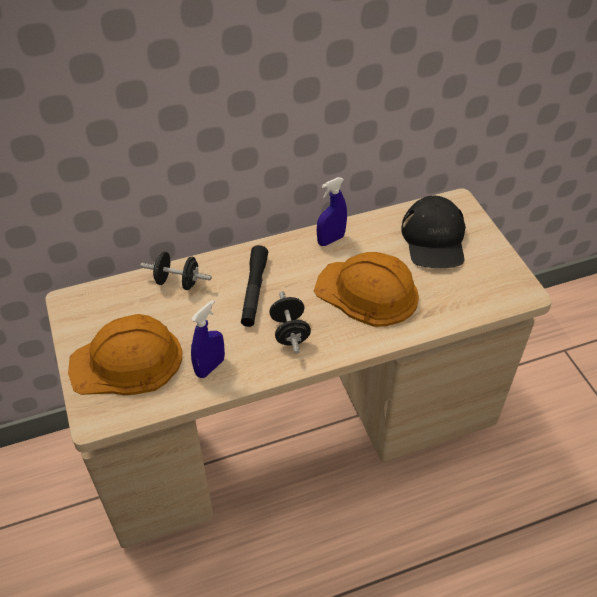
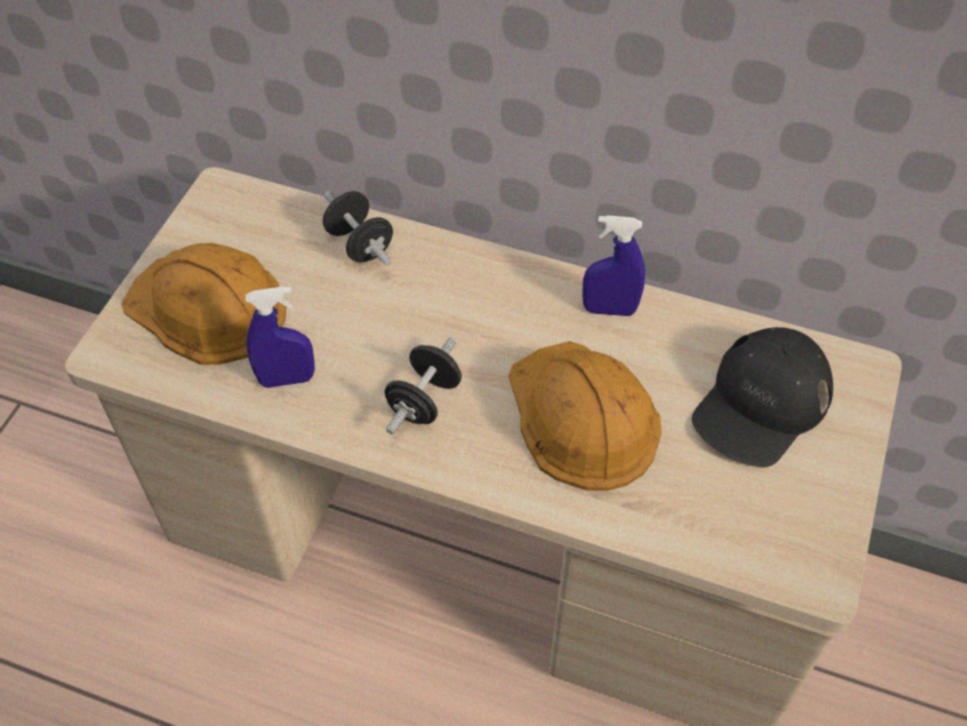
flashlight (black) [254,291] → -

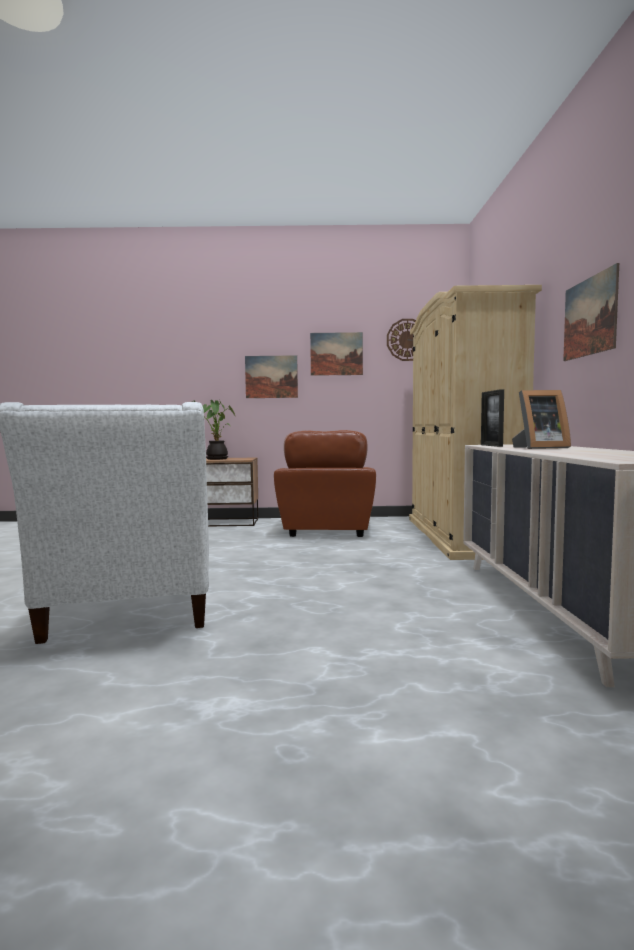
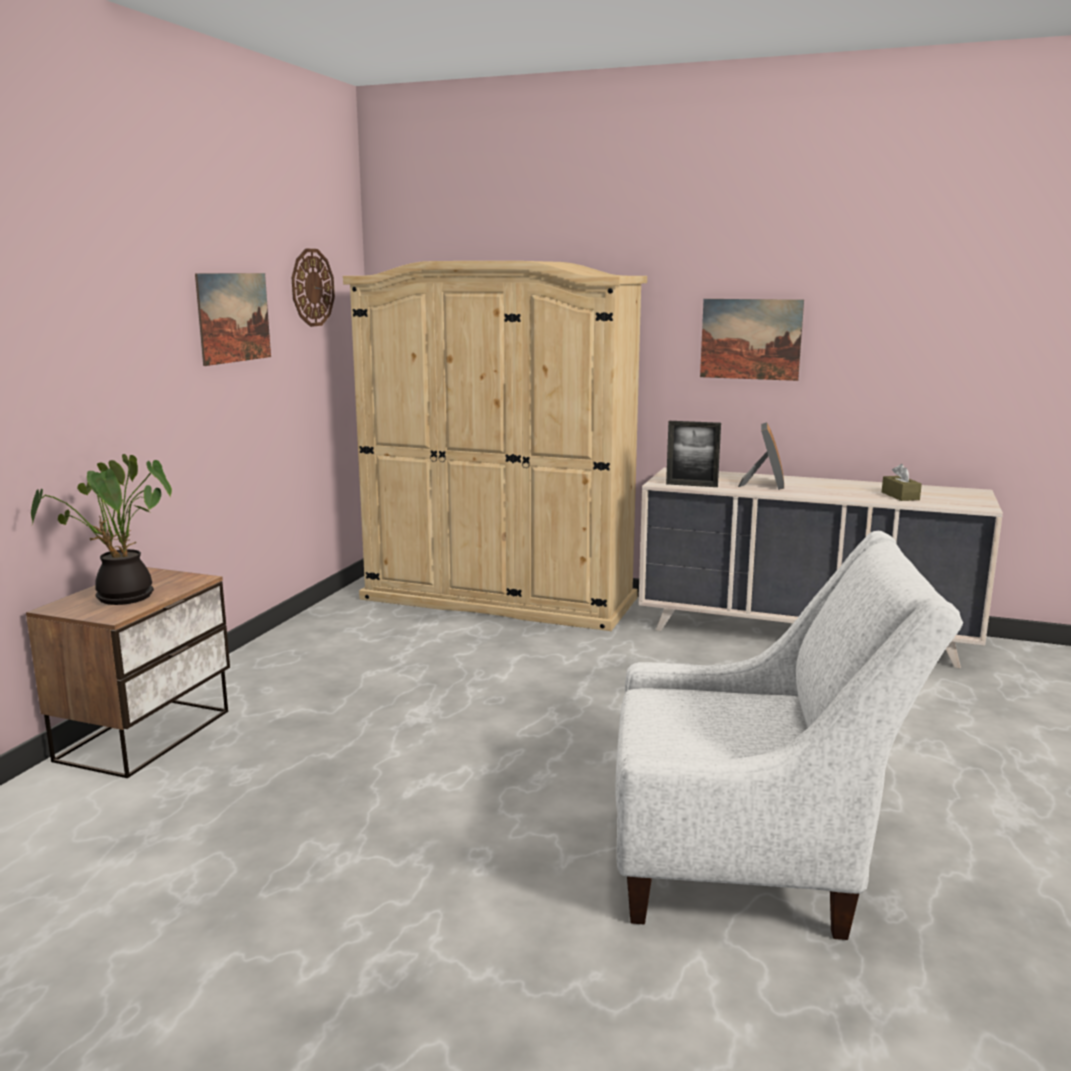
picture [271,377] → -
armchair (brown) [327,530] → -
- → tissue box (brown) [900,496]

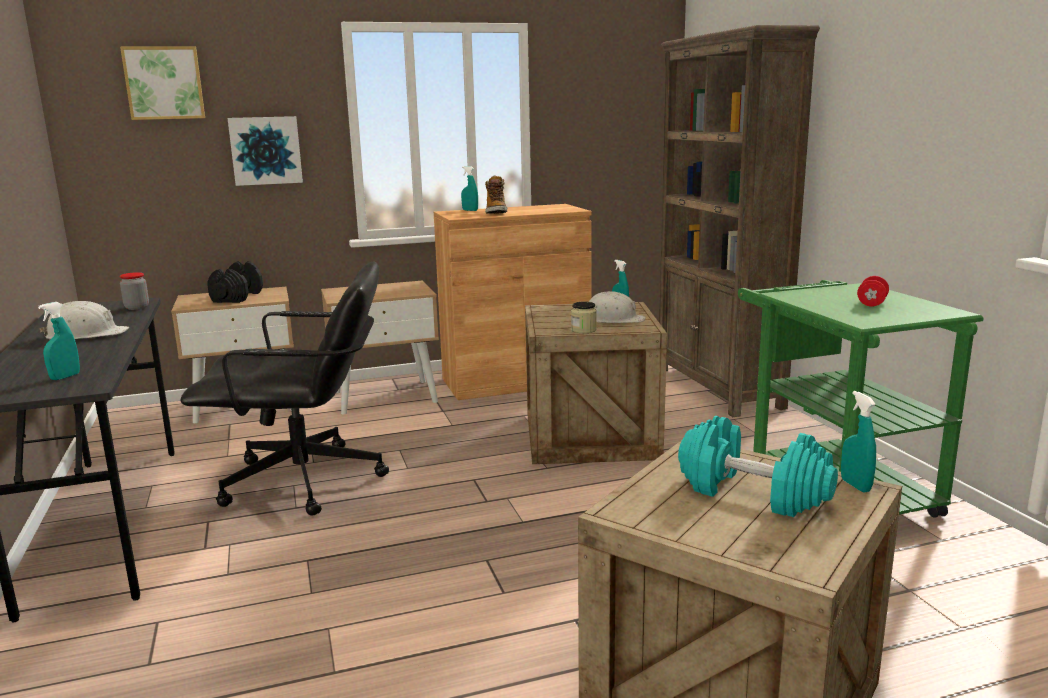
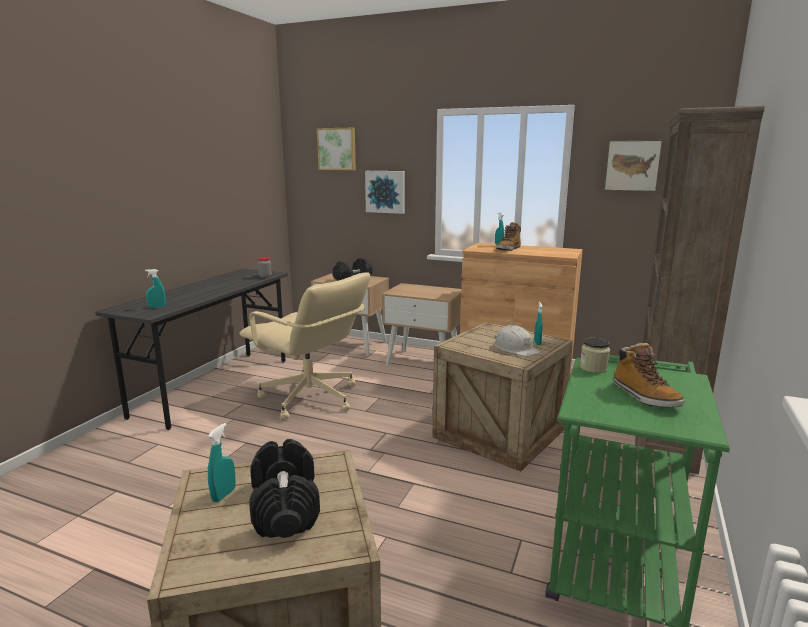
hard hat (white) [86,334] → -
office chair (black) [305,481] → office chair (beige) [310,398]
jar [583,330] → jar [593,368], move
dumbbell (turquoise) [753,492] → dumbbell (black) [285,507]
spray bottle (turquoise) [855,485] → spray bottle (turquoise) [223,495], move
dumbbell (red) [871,304] → boot [644,396]
- → picture [632,165]

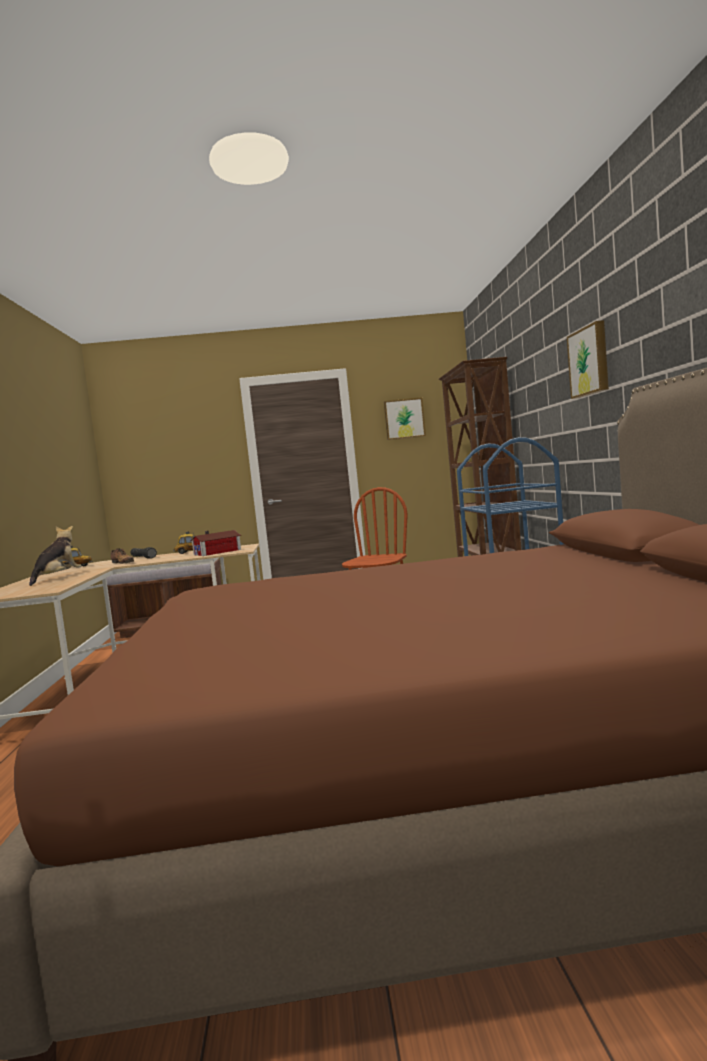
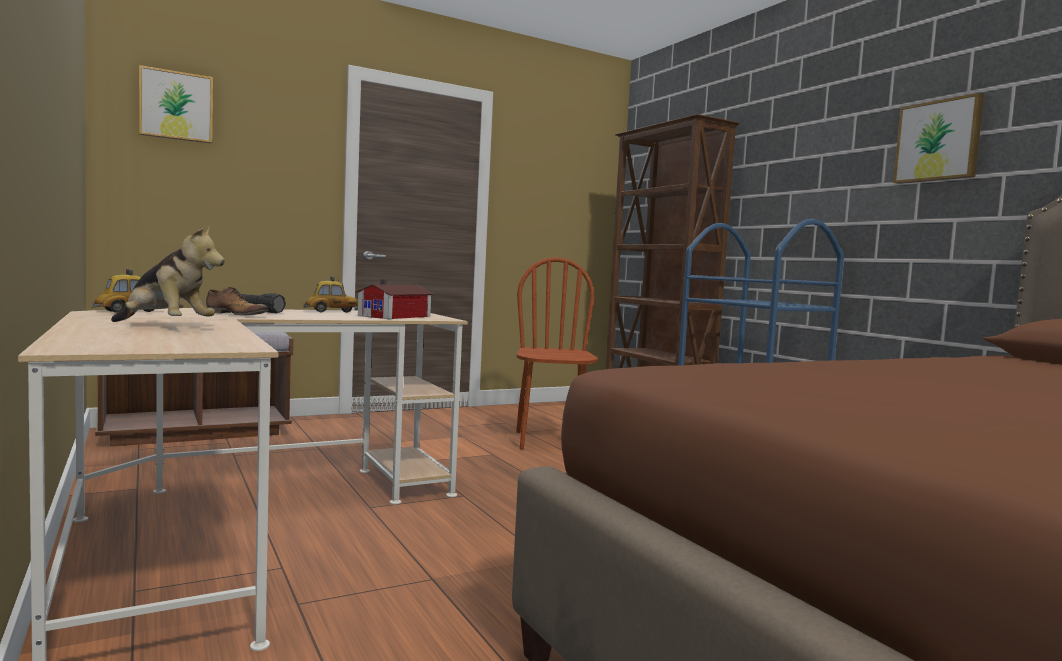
plush toy [57,578] → plush toy [165,327], 120 degrees clockwise
picture [404,419] → picture [176,106], move

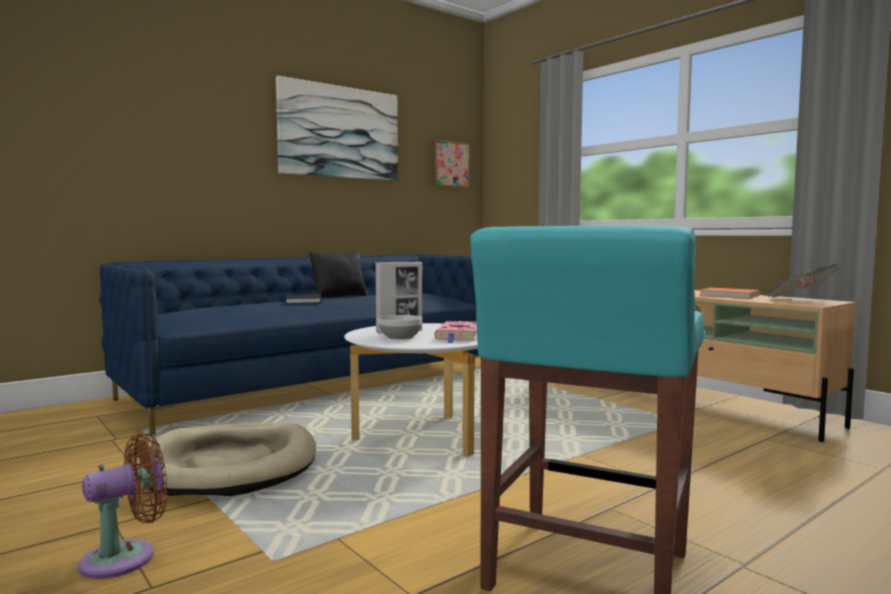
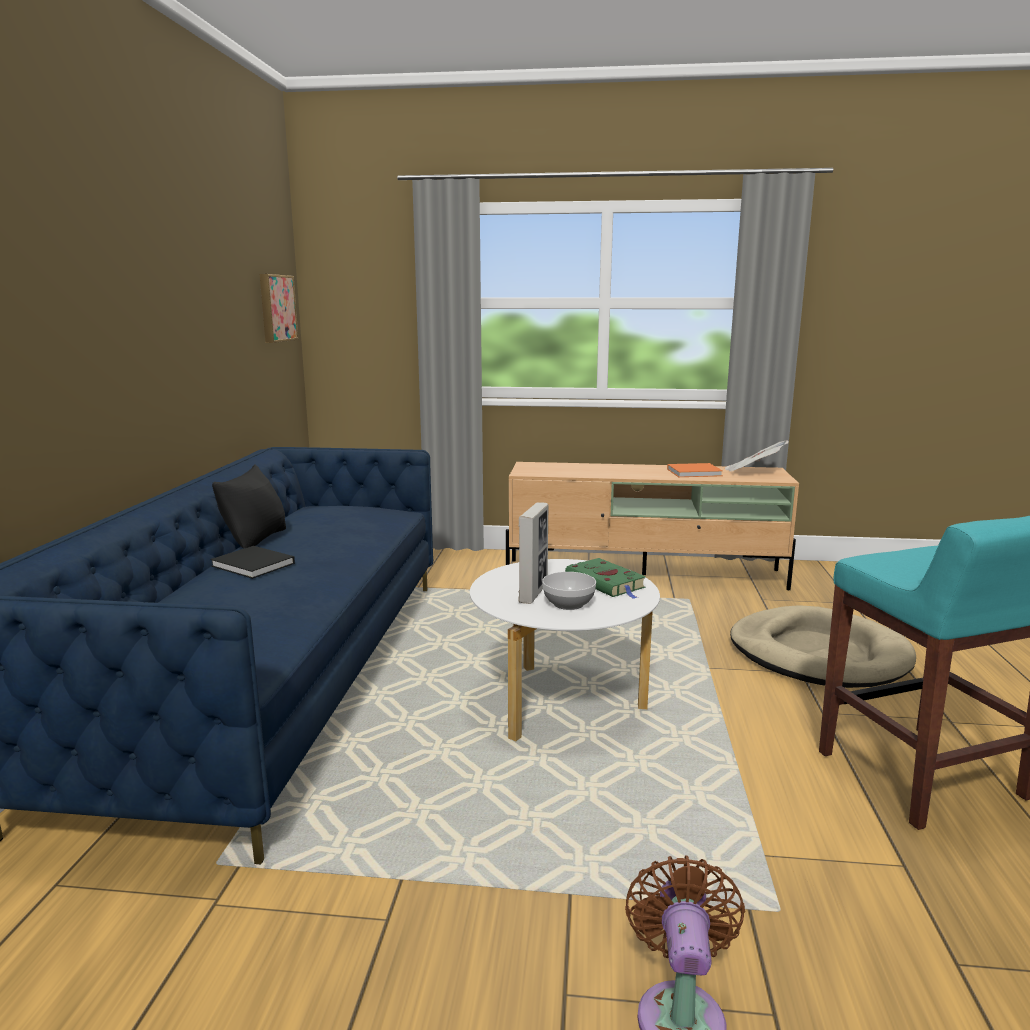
dog bed (beige) [230,465] → dog bed (beige) [818,654], move
picture [339,132] → -
book (pink) [459,336] → book (green) [606,583]

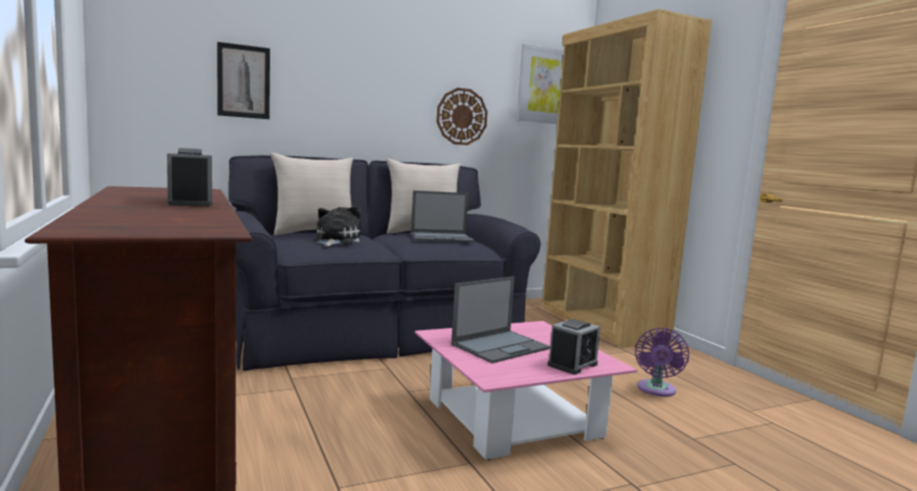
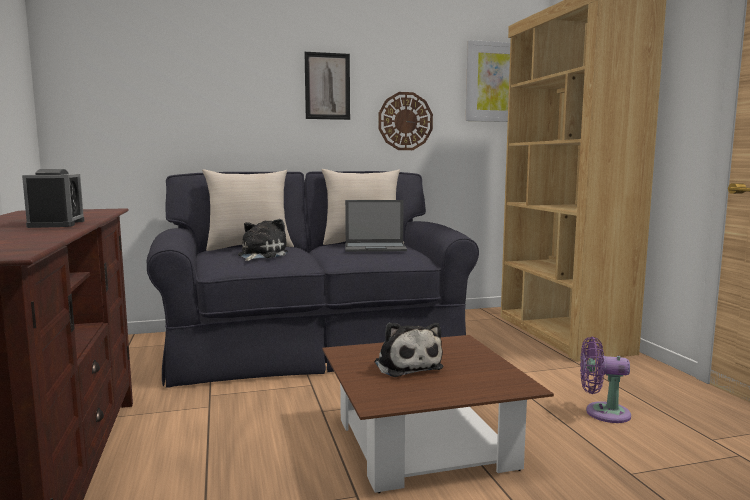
picture [243,81] → picture [327,86], move
coffee table (pink) [513,418] → coffee table (brown) [424,443]
laptop [501,346] → plush toy [406,365]
alarm clock [572,364] → -
fan (purple) [656,390] → fan (purple) [602,413], 75 degrees clockwise

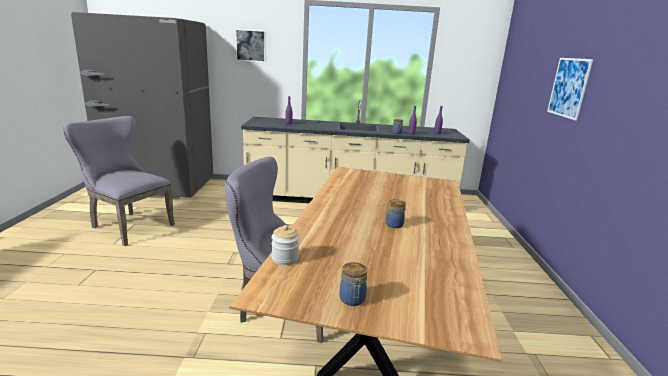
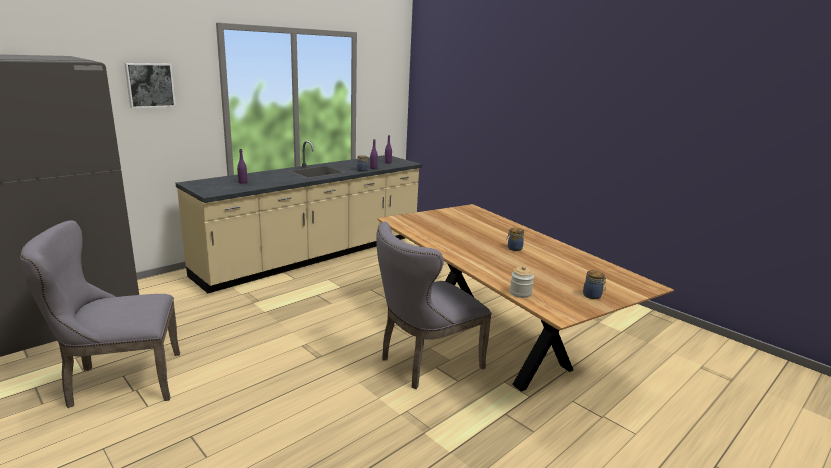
picture [568,87] → -

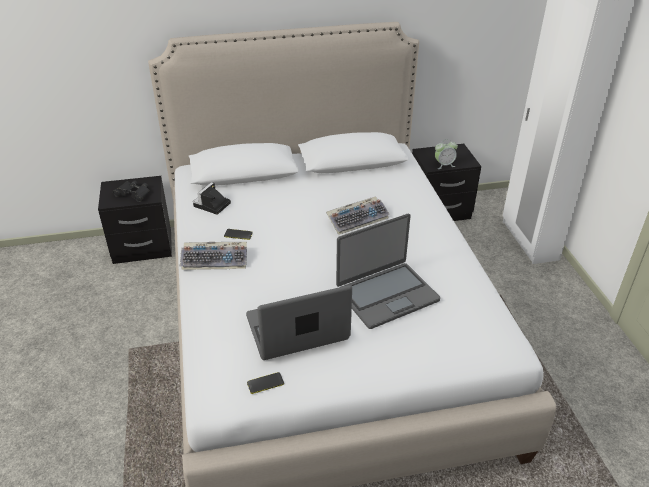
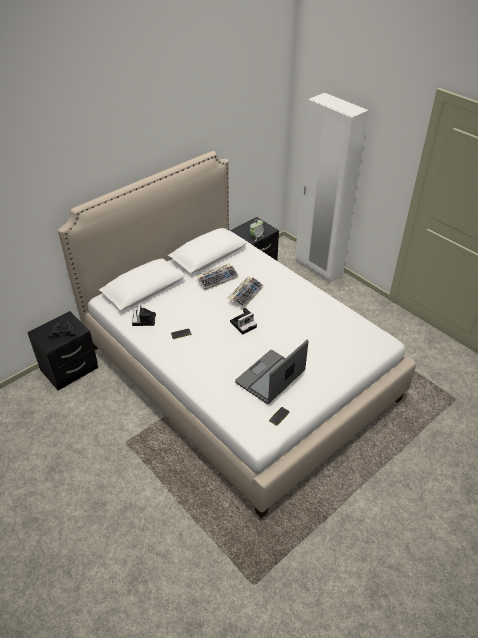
keyboard [216,260] → keyboard [217,279], move
laptop [386,295] → -
- → photo camera [243,324]

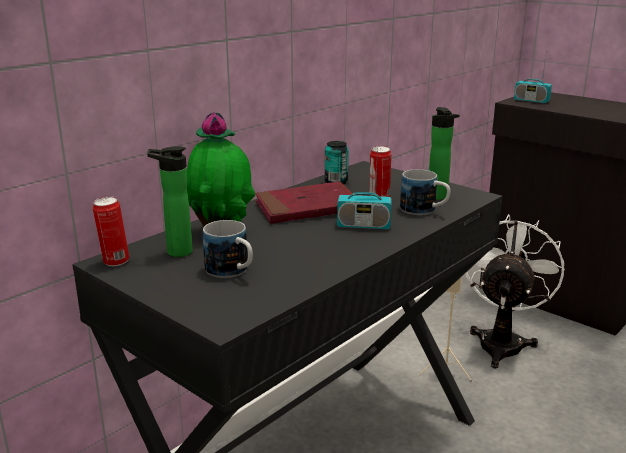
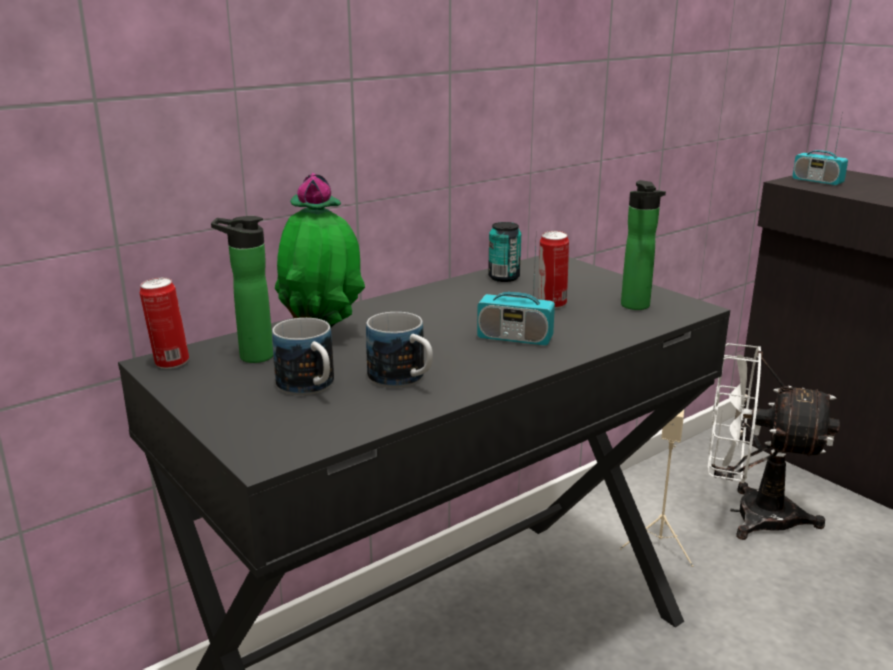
book (red) [307,208] → -
mug [424,211] → mug [404,380], move
fan (white) [502,341] → fan (white) [748,514], 105 degrees counterclockwise

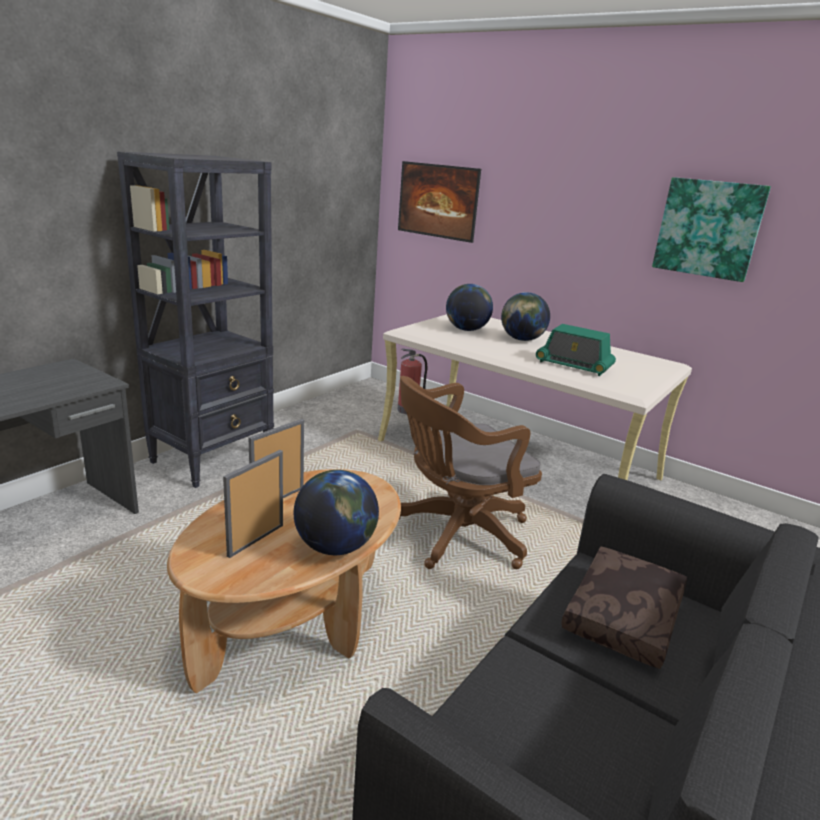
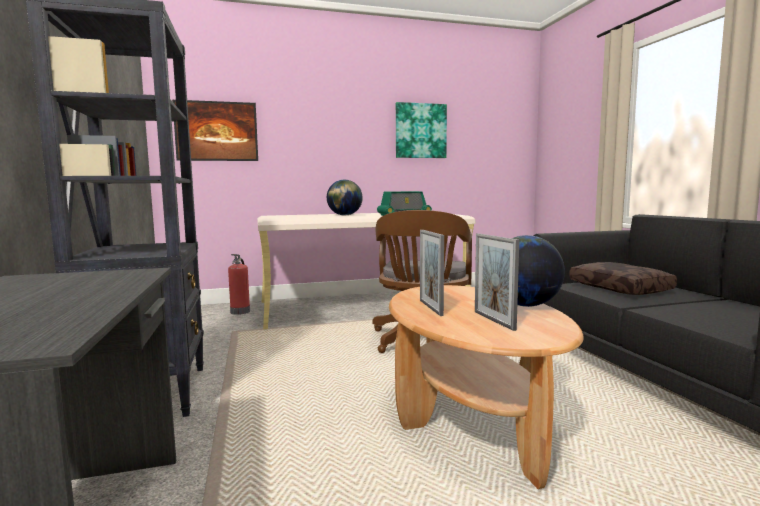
globe [466,329] → -

